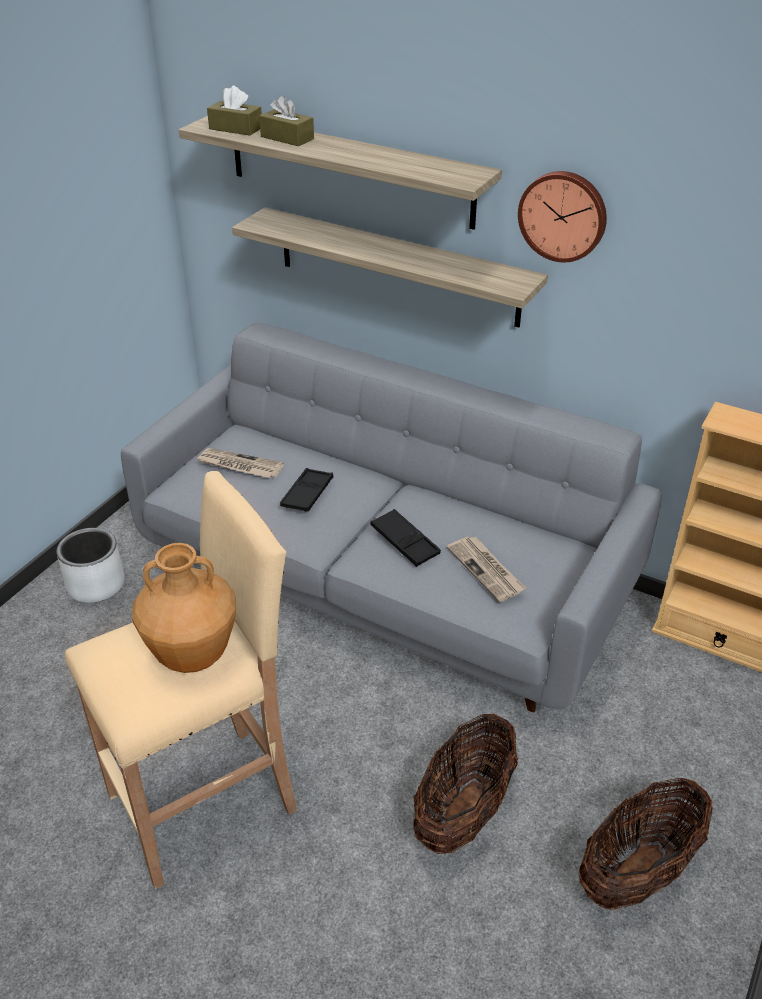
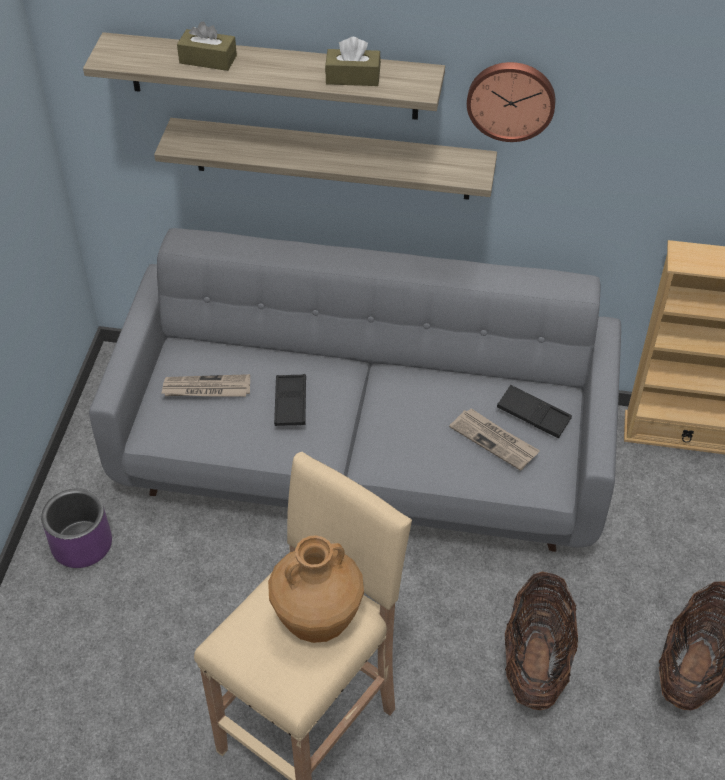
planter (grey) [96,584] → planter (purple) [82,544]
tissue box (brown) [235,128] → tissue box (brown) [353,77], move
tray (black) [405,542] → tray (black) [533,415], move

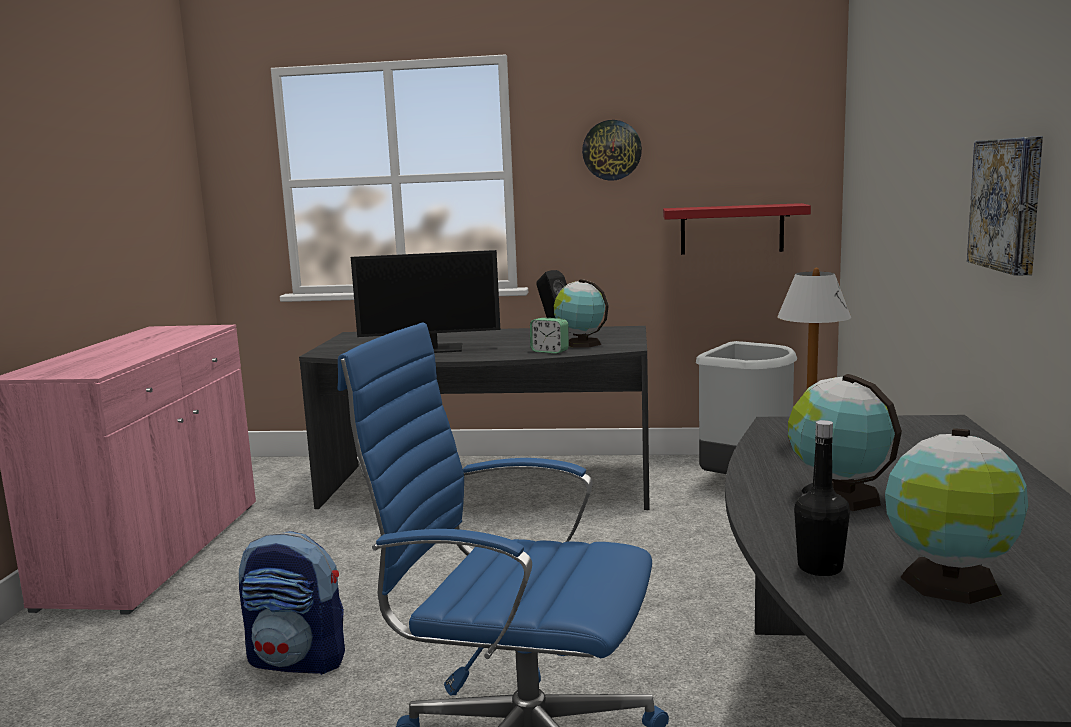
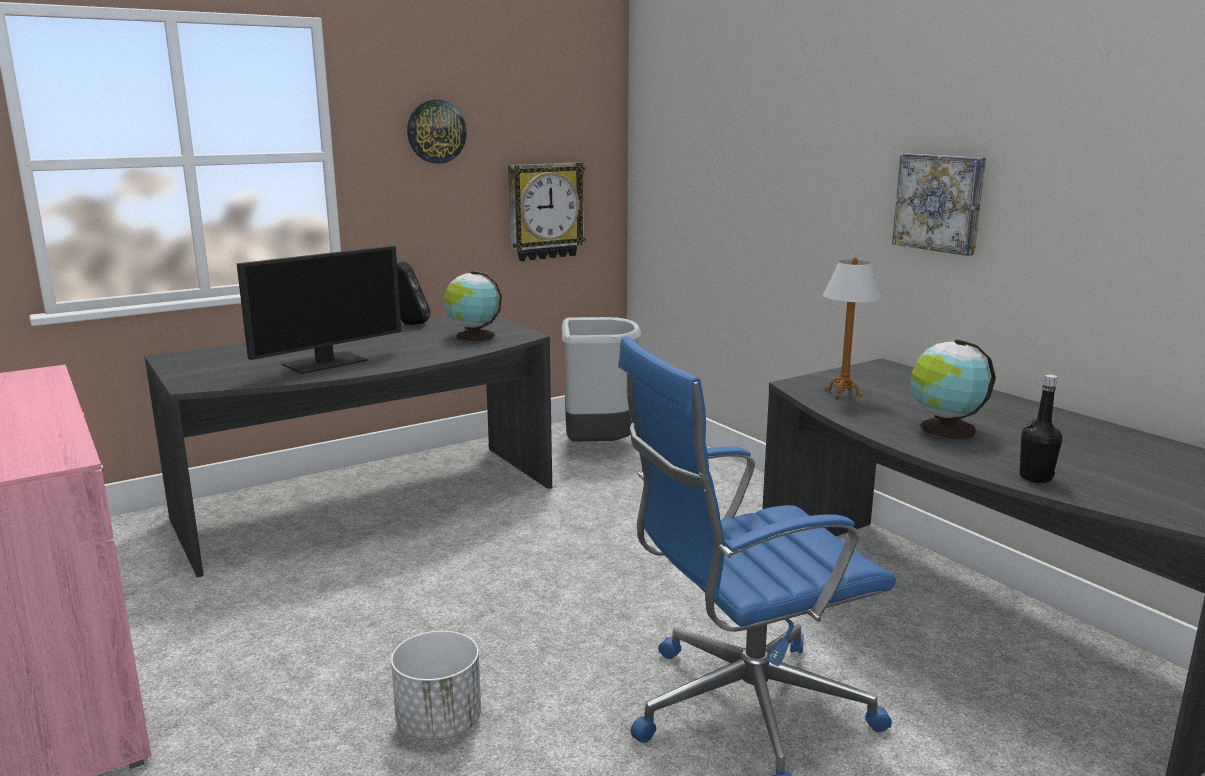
backpack [299,660] → planter (white) [439,723]
alarm clock [550,351] → -
shelf (red) [731,229] → wall clock [545,211]
globe [950,584] → -

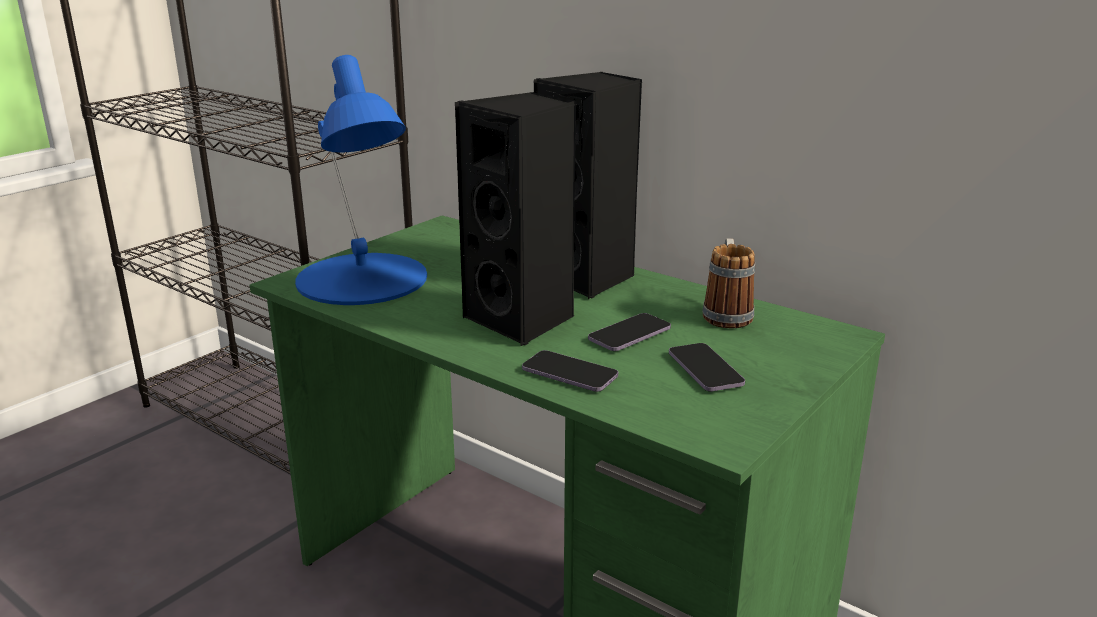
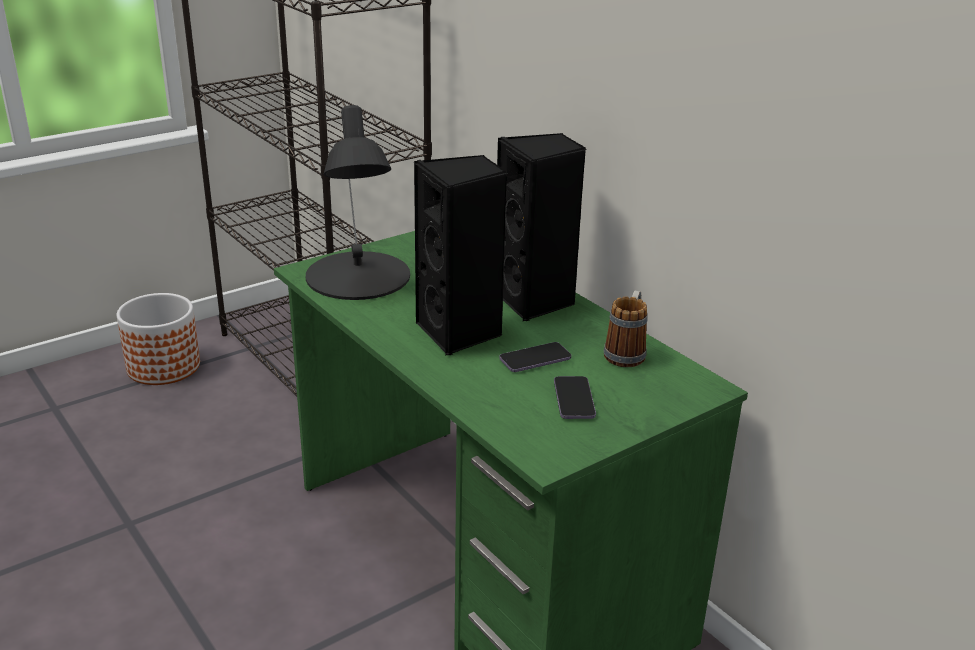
table lamp (blue) [361,280] → table lamp (black) [357,276]
phone [569,374] → -
- → planter [164,367]

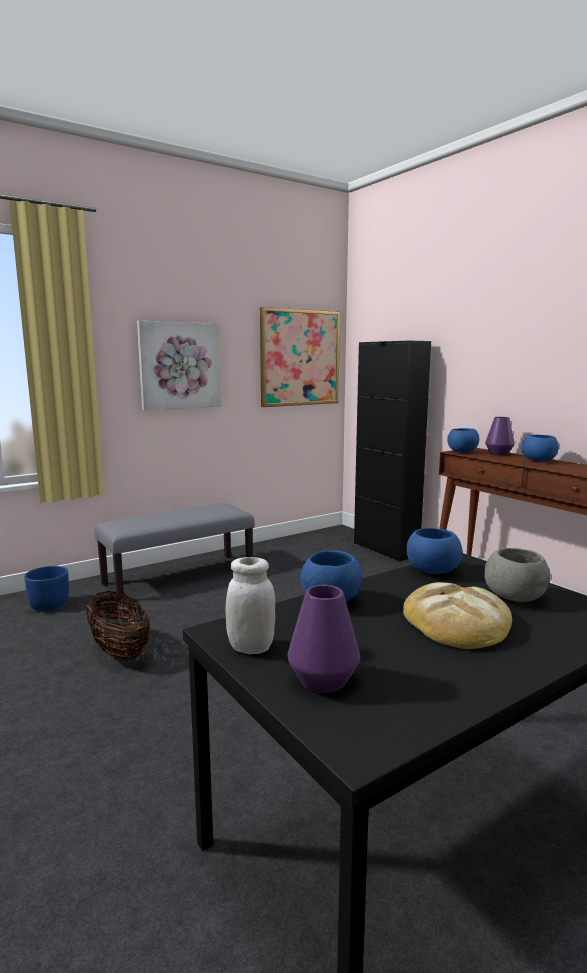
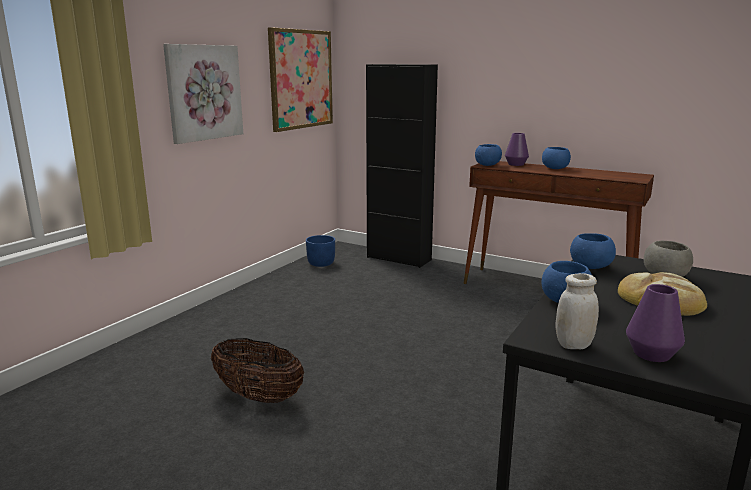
planter (blue) [49,605] → planter (blue) [321,263], move
bench (grey) [179,576] → -

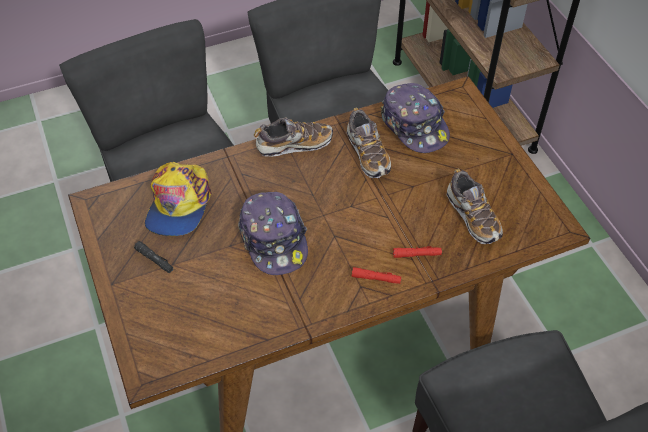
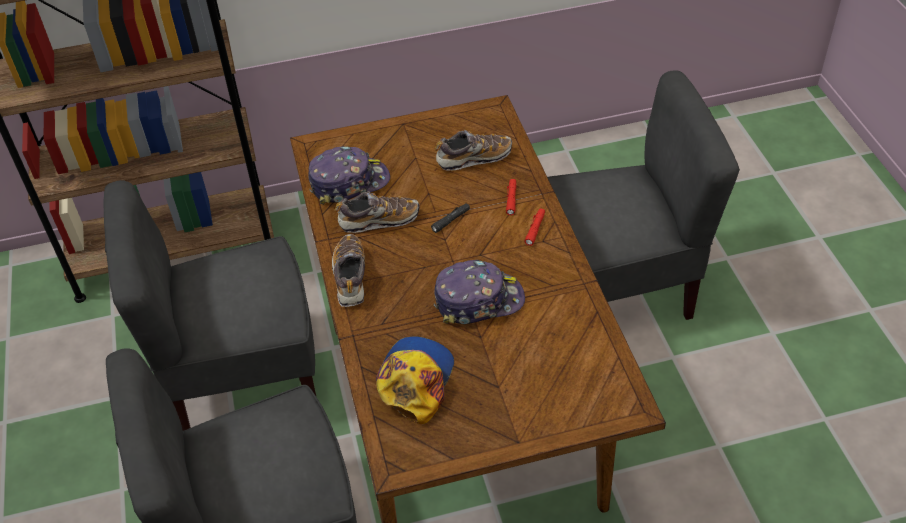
flashlight (black) [155,260] → flashlight (black) [451,220], move
cap [178,204] → cap [415,381], 90 degrees counterclockwise

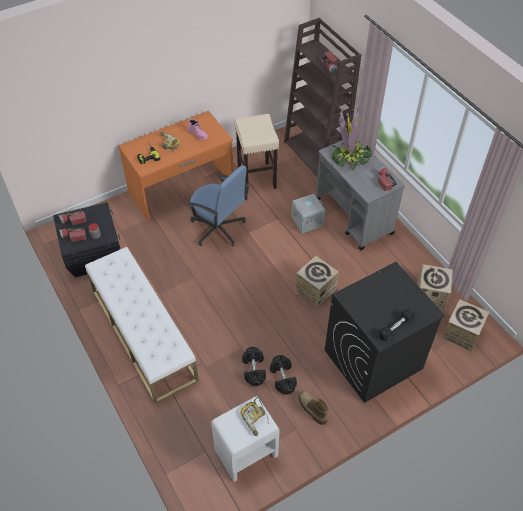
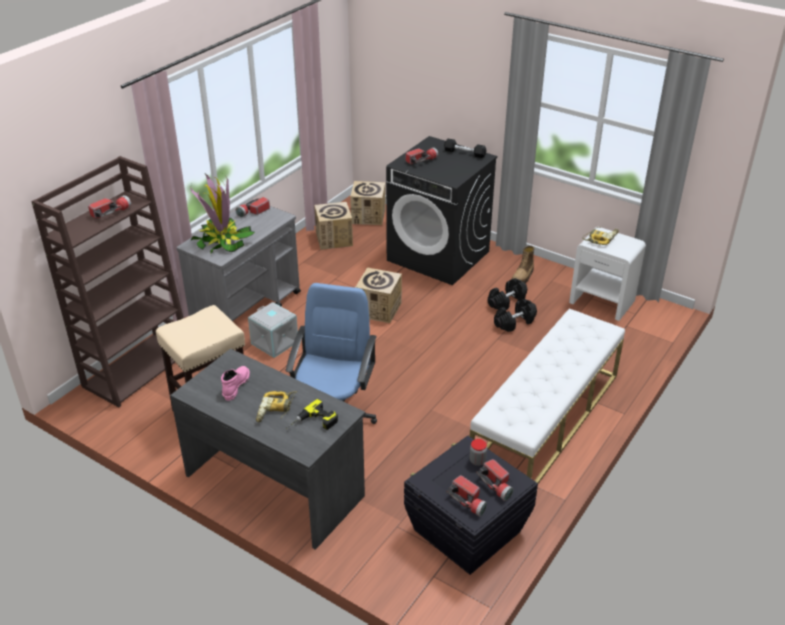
desk (orange) [182,189] → desk (grey) [275,484]
- → flashlight [421,160]

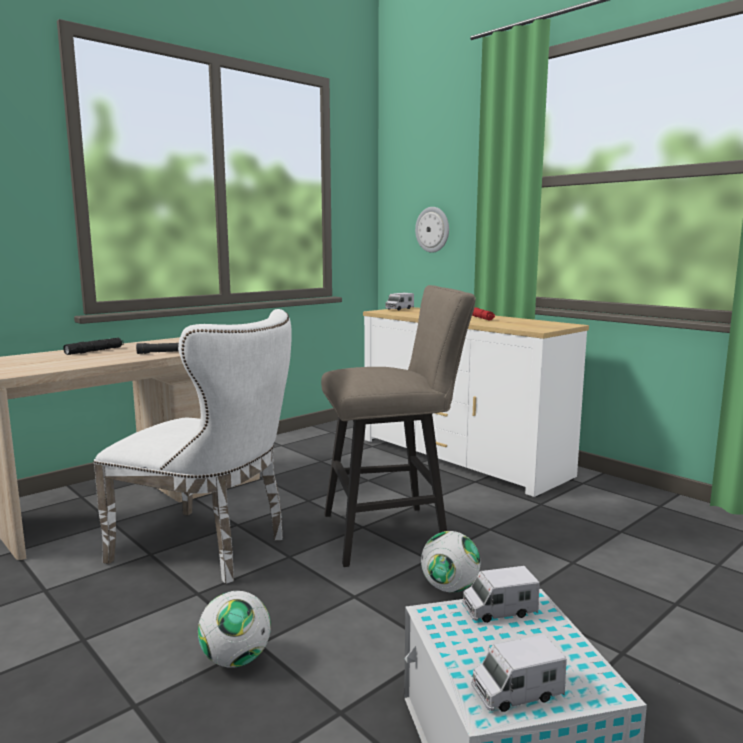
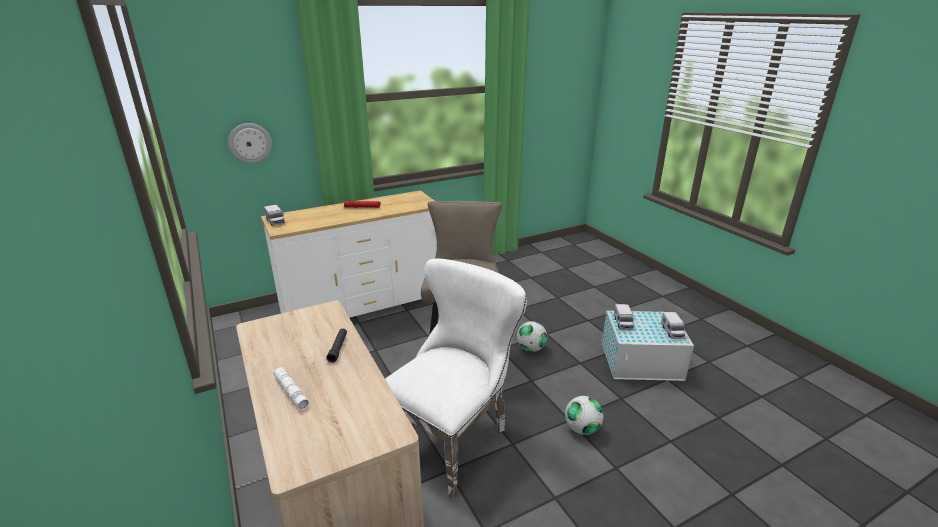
flashlight (black) [94,351] → flashlight (white) [291,392]

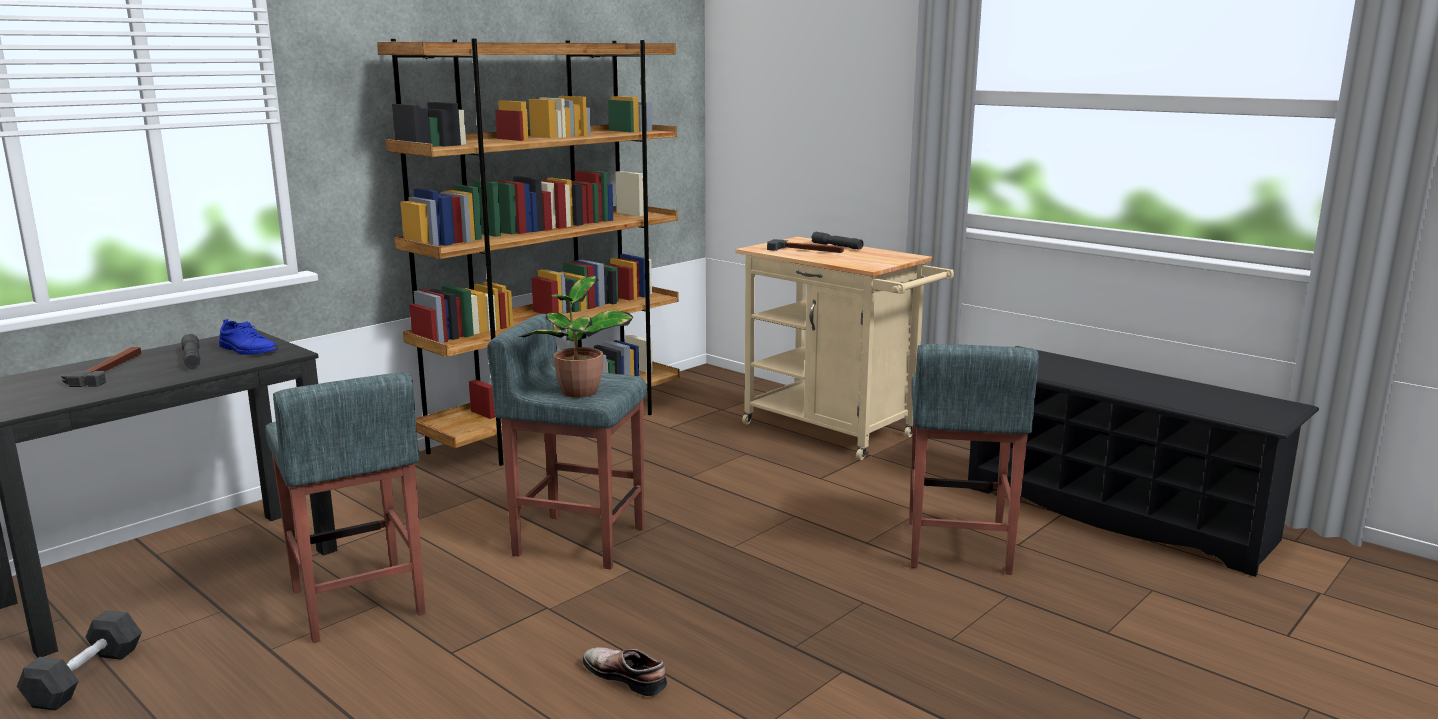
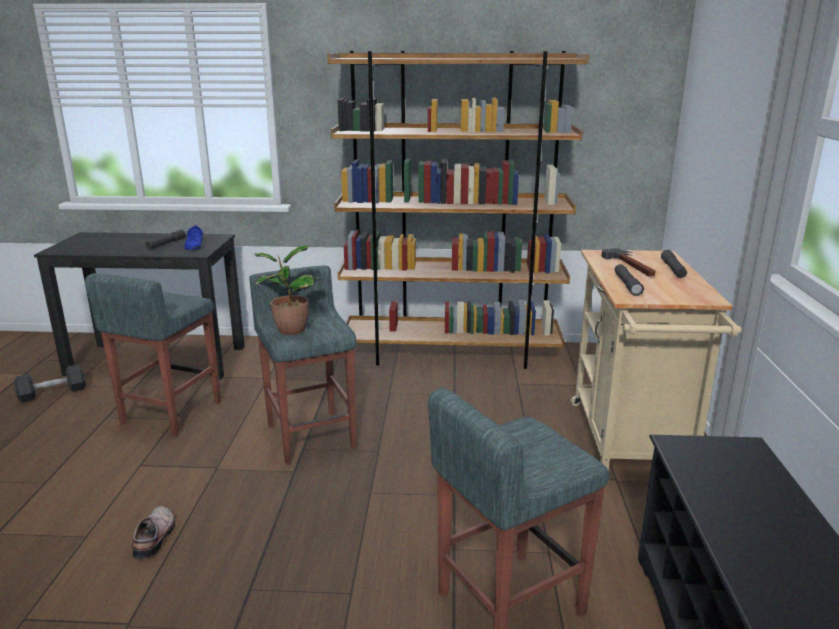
hammer [107,370] → -
- → flashlight (grey) [627,285]

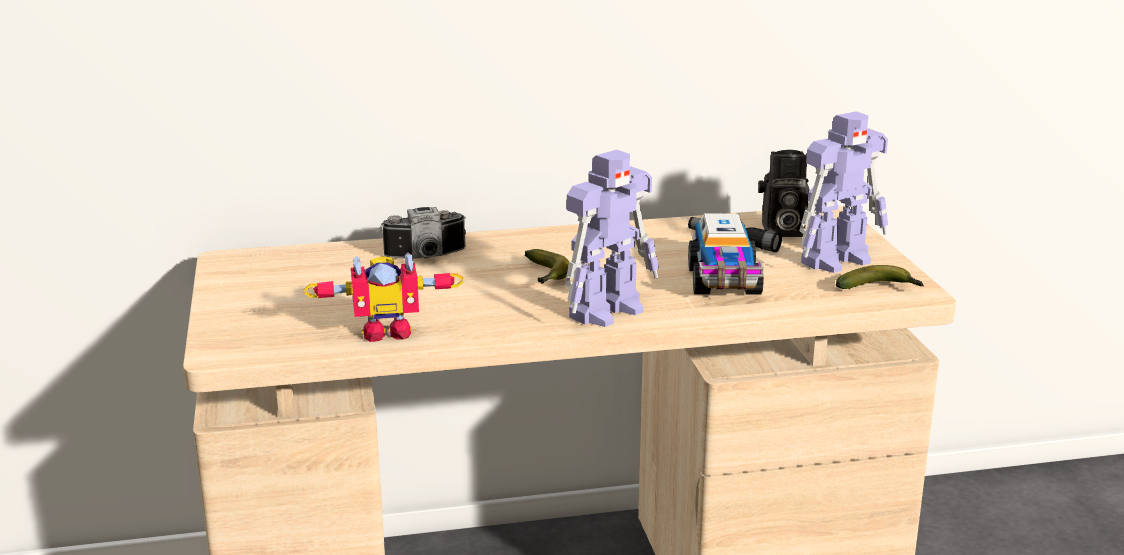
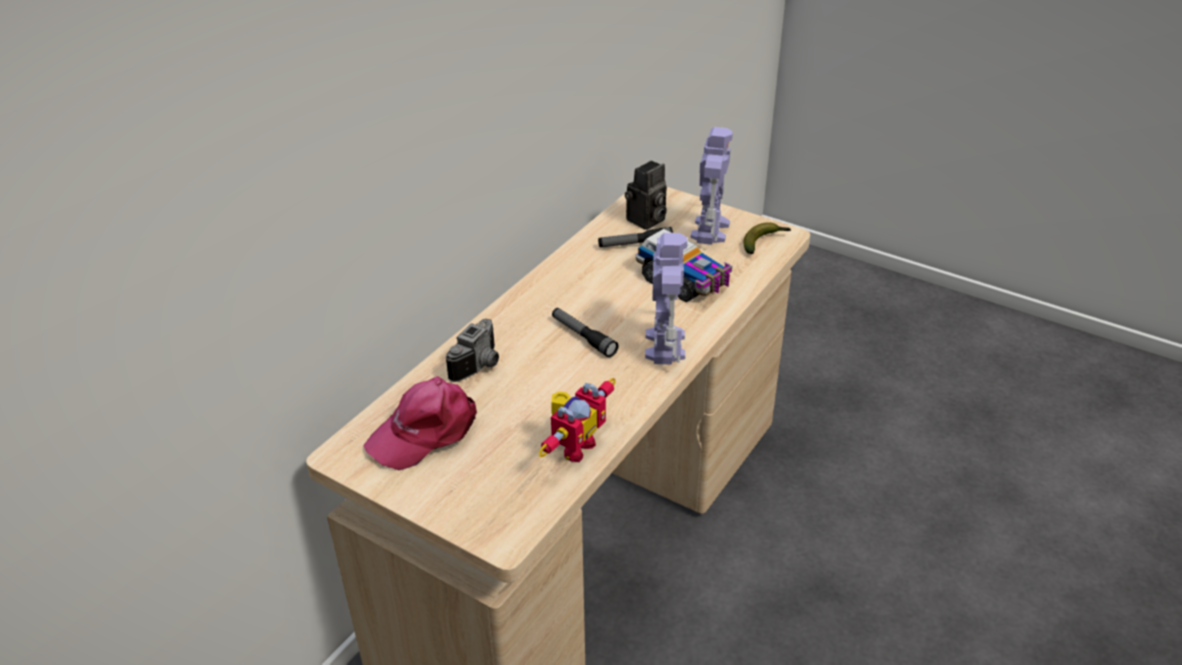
banana [546,276] → flashlight [583,337]
- → cap (pink) [425,431]

